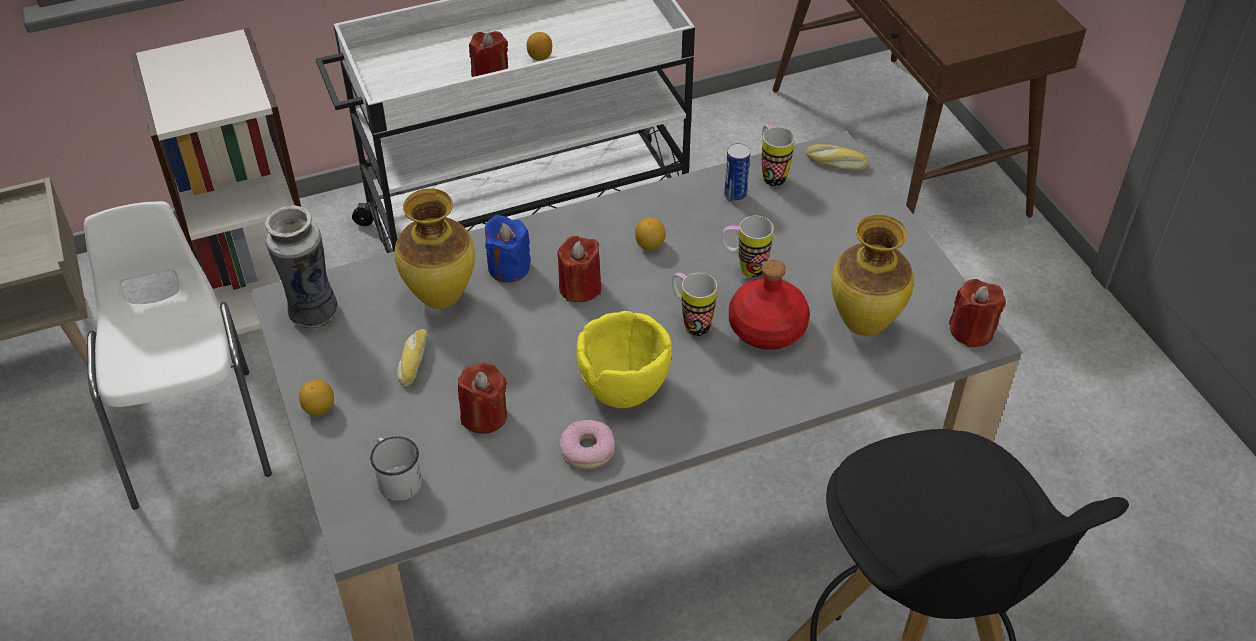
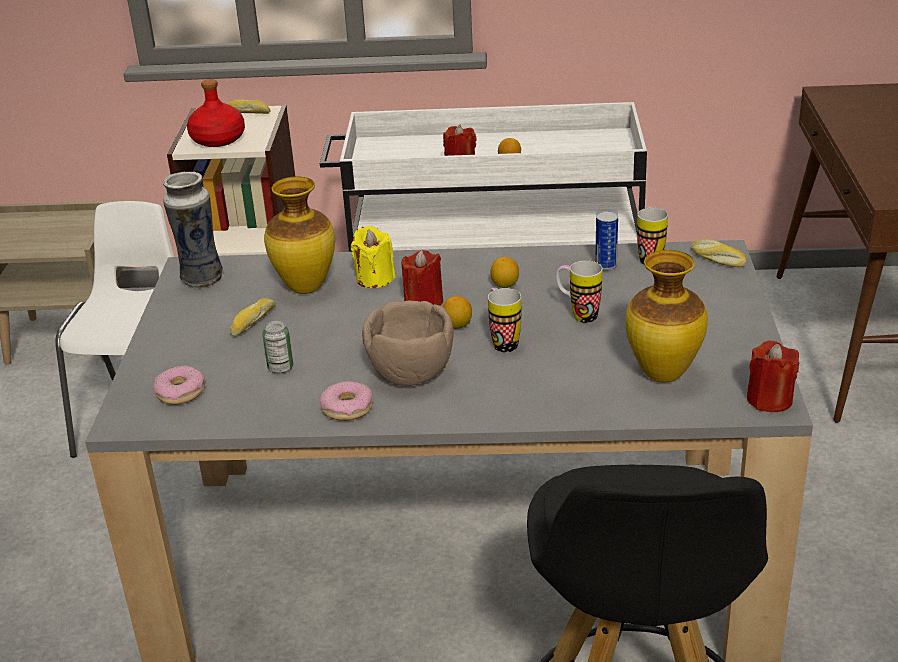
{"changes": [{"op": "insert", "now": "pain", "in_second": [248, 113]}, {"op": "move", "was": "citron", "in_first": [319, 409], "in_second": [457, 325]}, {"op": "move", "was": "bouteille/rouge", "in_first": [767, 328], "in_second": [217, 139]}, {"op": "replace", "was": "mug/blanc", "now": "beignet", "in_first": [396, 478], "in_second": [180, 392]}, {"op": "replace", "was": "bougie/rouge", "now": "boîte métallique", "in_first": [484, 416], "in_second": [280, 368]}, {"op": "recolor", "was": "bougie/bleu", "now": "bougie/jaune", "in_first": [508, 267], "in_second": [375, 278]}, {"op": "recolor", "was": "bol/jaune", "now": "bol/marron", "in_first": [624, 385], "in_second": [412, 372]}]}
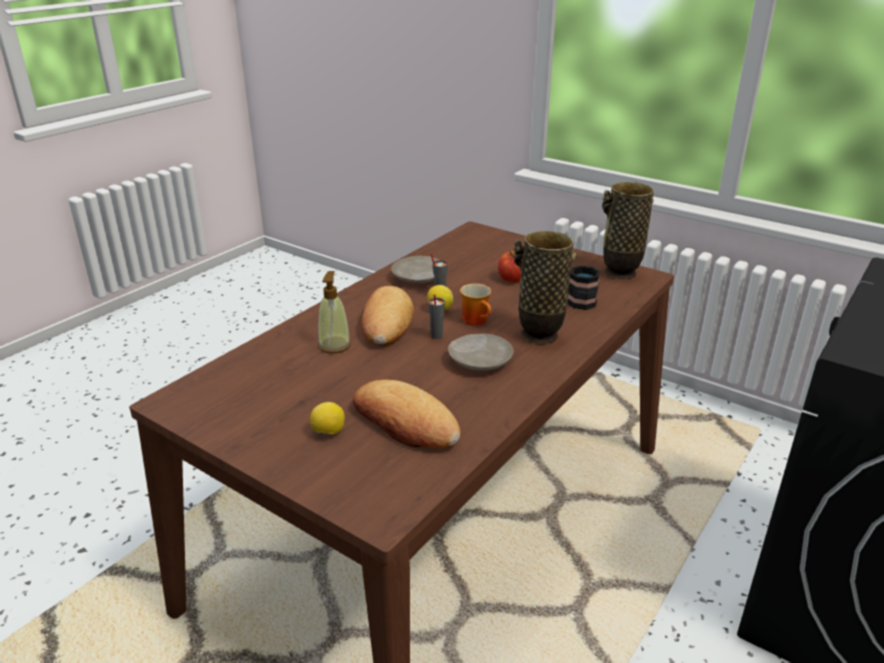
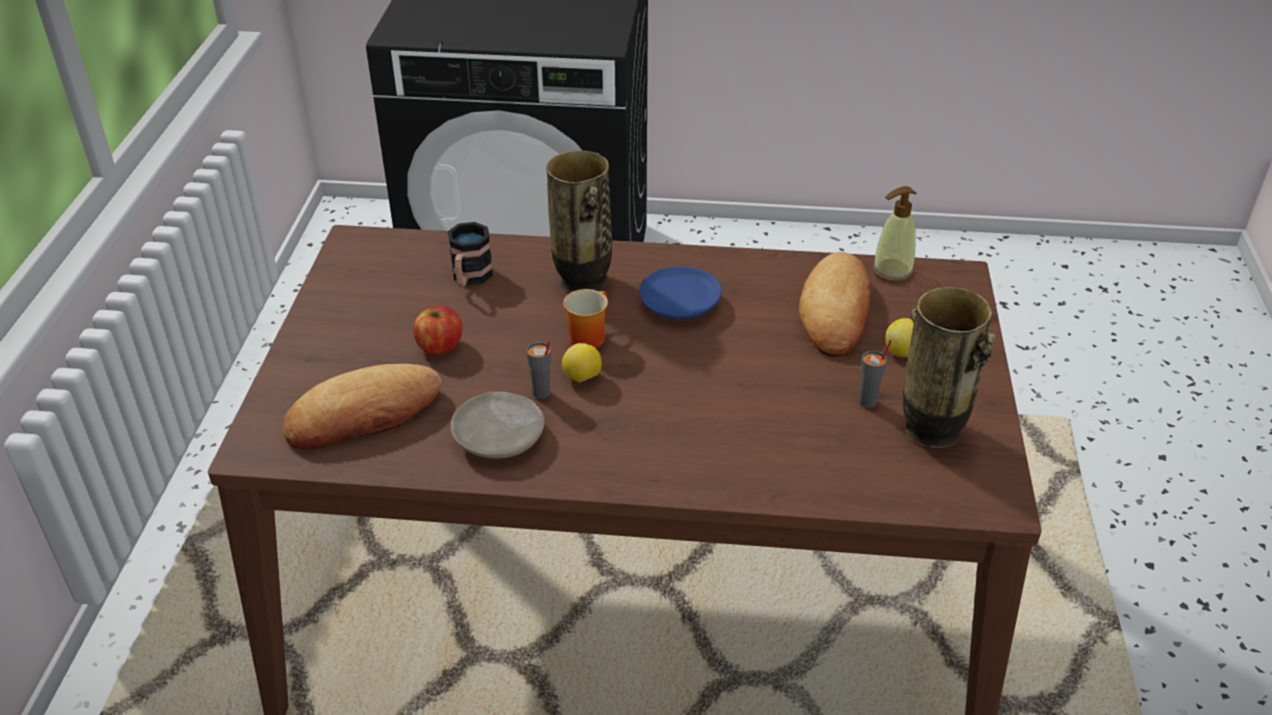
{"changes": [{"op": "move", "was": "distributeur de savon", "in_first": [334, 345], "in_second": [892, 271]}, {"op": "move", "was": "pain", "in_first": [386, 322], "in_second": [363, 415]}, {"op": "move", "was": "tasse/gris", "in_first": [436, 336], "in_second": [868, 401]}, {"op": "move", "was": "vase", "in_first": [620, 273], "in_second": [932, 431]}, {"op": "recolor", "was": "assiette/beige", "now": "assiette/bleu", "in_first": [480, 361], "in_second": [679, 304]}]}
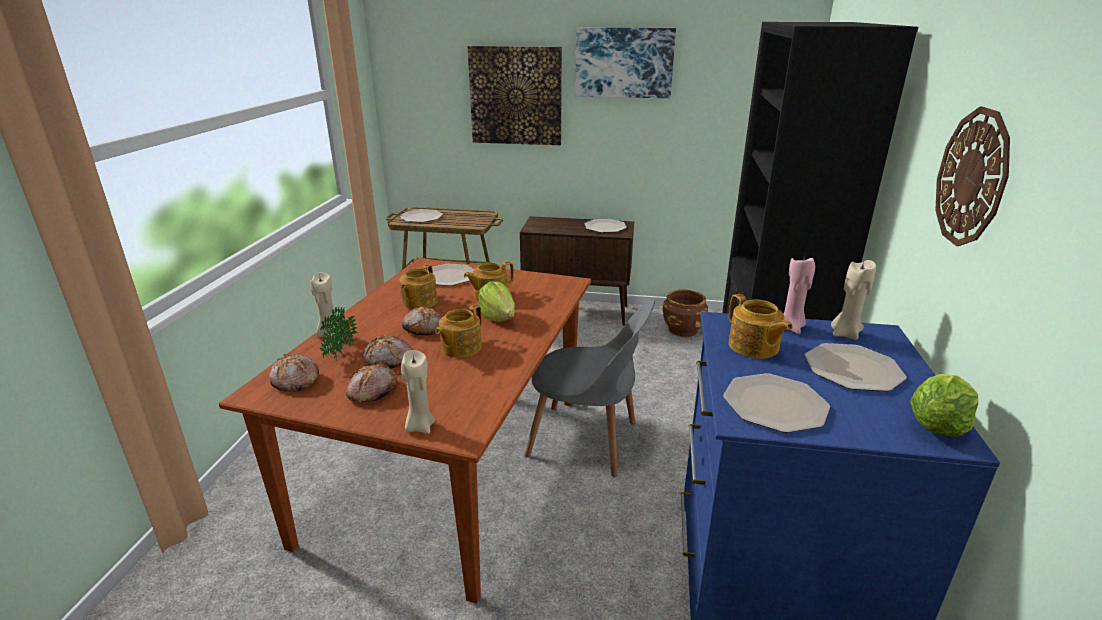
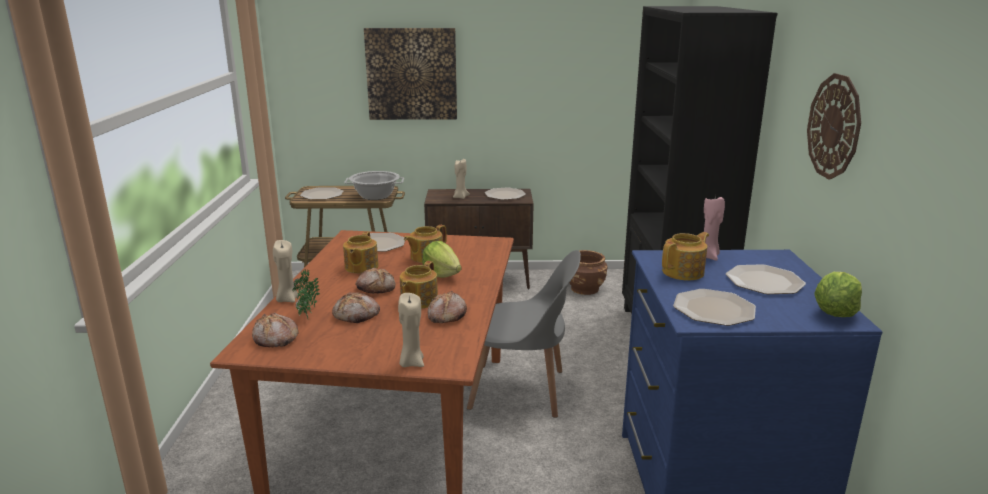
{"changes": [{"op": "delete", "was": "tableau", "in_first": [624, 62]}, {"op": "insert", "now": "marmite", "in_second": [375, 196]}, {"op": "move", "was": "pain", "in_first": [372, 391], "in_second": [446, 315]}, {"op": "move", "was": "bougie/beige", "in_first": [845, 334], "in_second": [460, 197]}, {"op": "rotate", "was": "théière", "in_first": [753, 347], "in_second": [684, 272], "clockwise": -90}]}
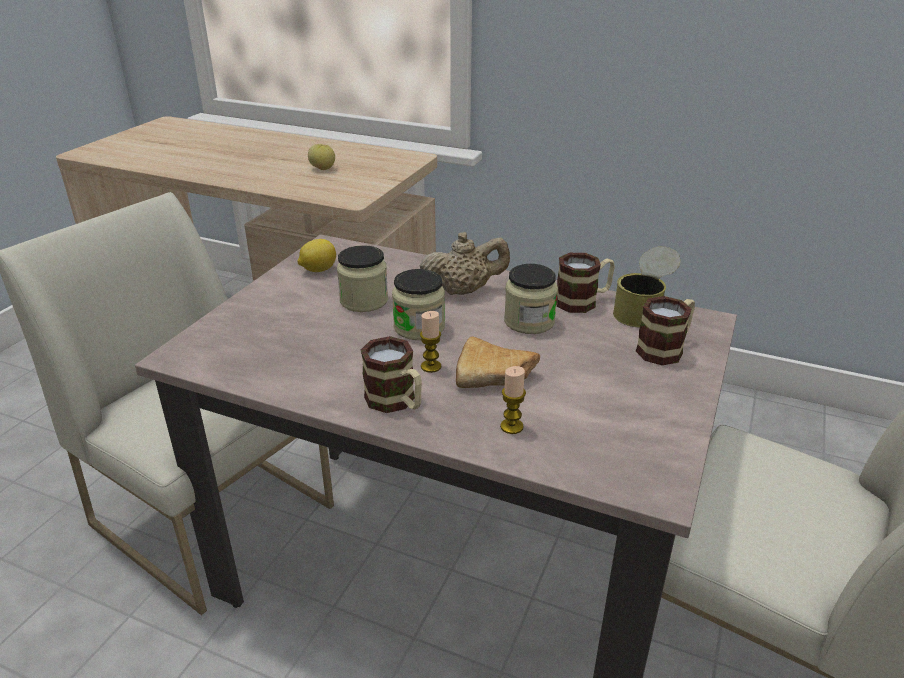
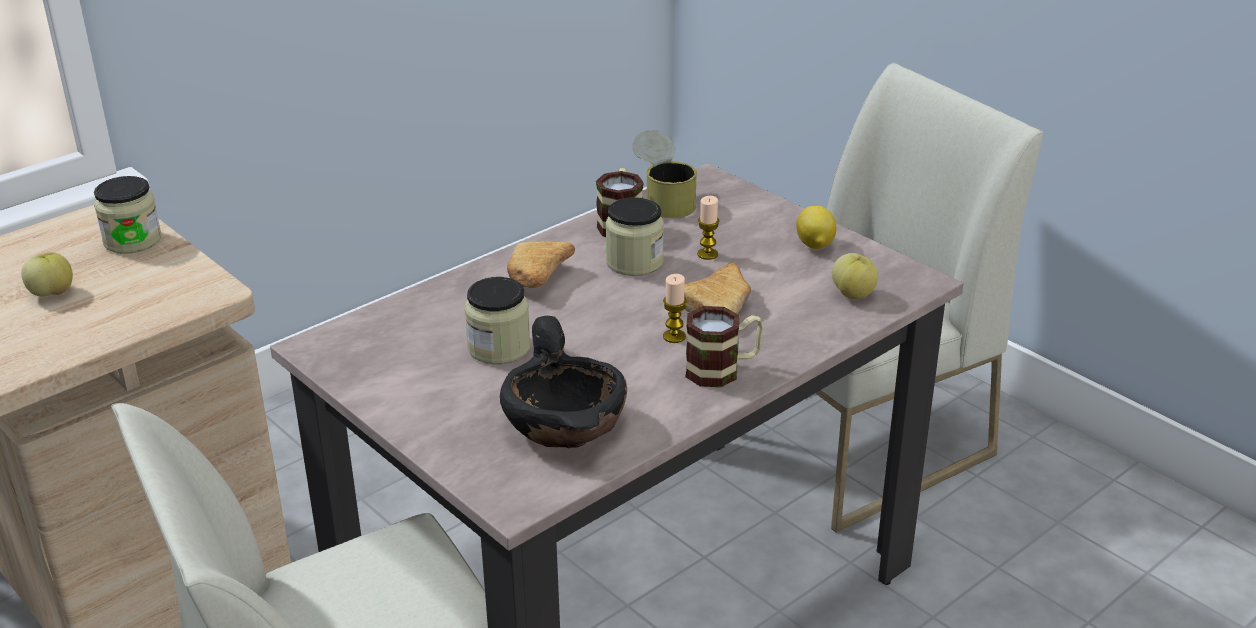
{"changes": [{"op": "delete", "was": "mug", "in_first": [665, 348]}, {"op": "insert", "now": "bol/noir", "in_second": [565, 425]}, {"op": "insert", "now": "pomme", "in_second": [853, 294]}, {"op": "move", "was": "citron", "in_first": [318, 270], "in_second": [814, 245]}, {"op": "move", "was": "bocal", "in_first": [419, 327], "in_second": [132, 240]}, {"op": "move", "was": "bougie", "in_first": [511, 426], "in_second": [707, 254]}, {"op": "replace", "was": "théière/beige", "now": "pain", "in_first": [464, 290], "in_second": [536, 280]}]}
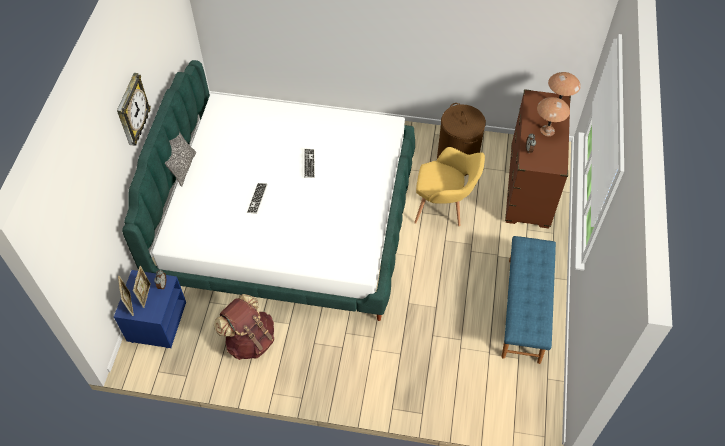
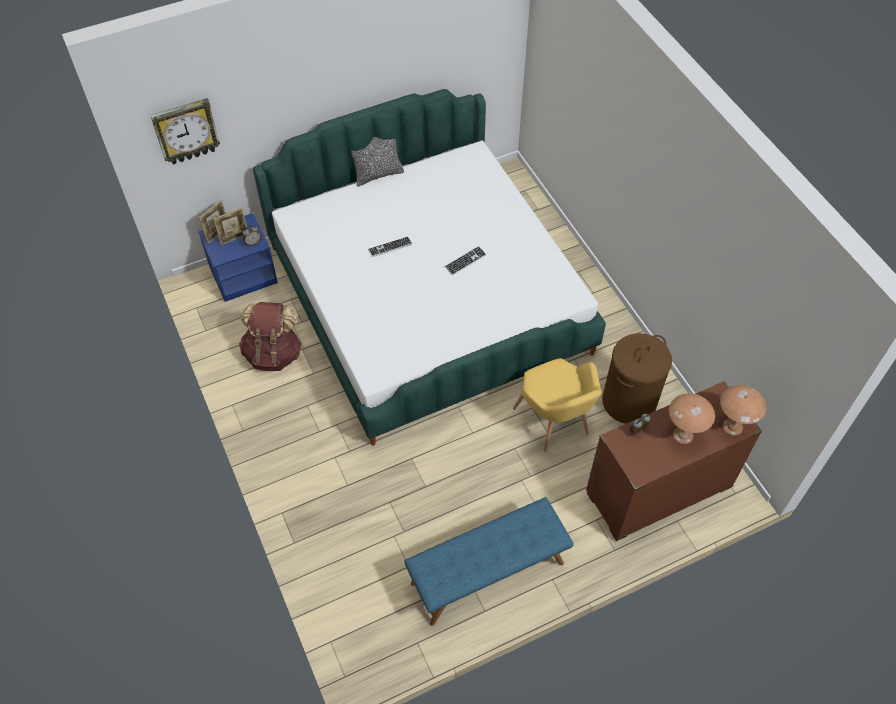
{"changes": [{"op": "move", "was": "horloge murale", "in_first": [132, 111], "in_second": [186, 131]}]}
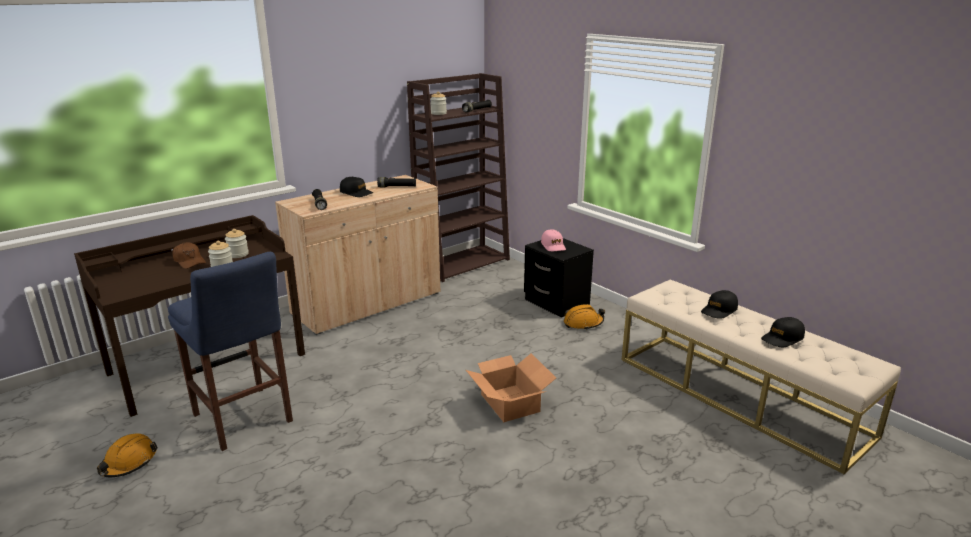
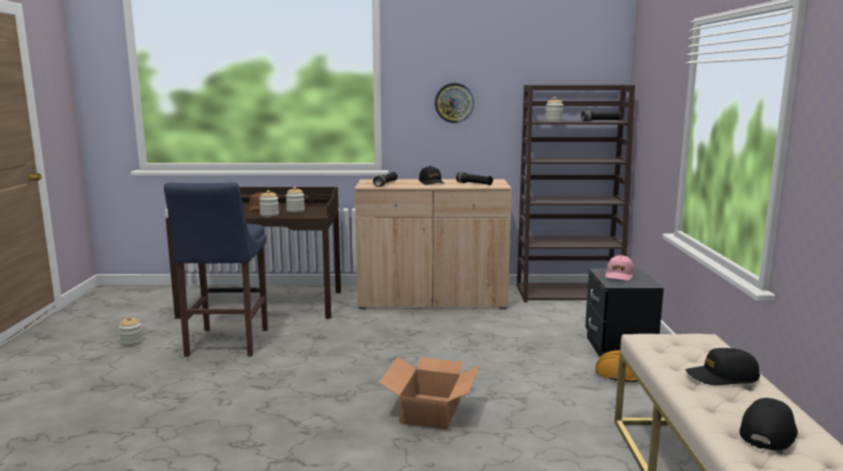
{"changes": [{"op": "insert", "now": "horloge murale", "in_second": [454, 103]}, {"op": "replace", "was": "casque de chantier/orange", "now": "bocal", "in_first": [128, 463], "in_second": [131, 342]}, {"op": "rotate", "was": "casquette/noir", "in_first": [782, 338], "in_second": [768, 432], "clockwise": 120}]}
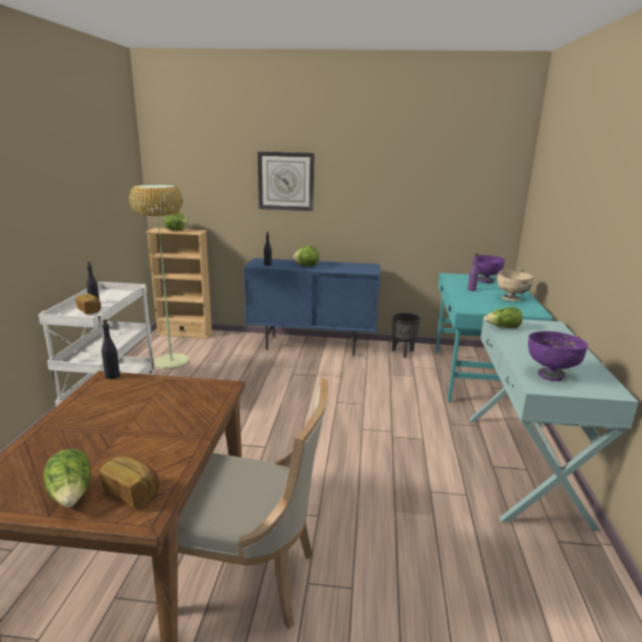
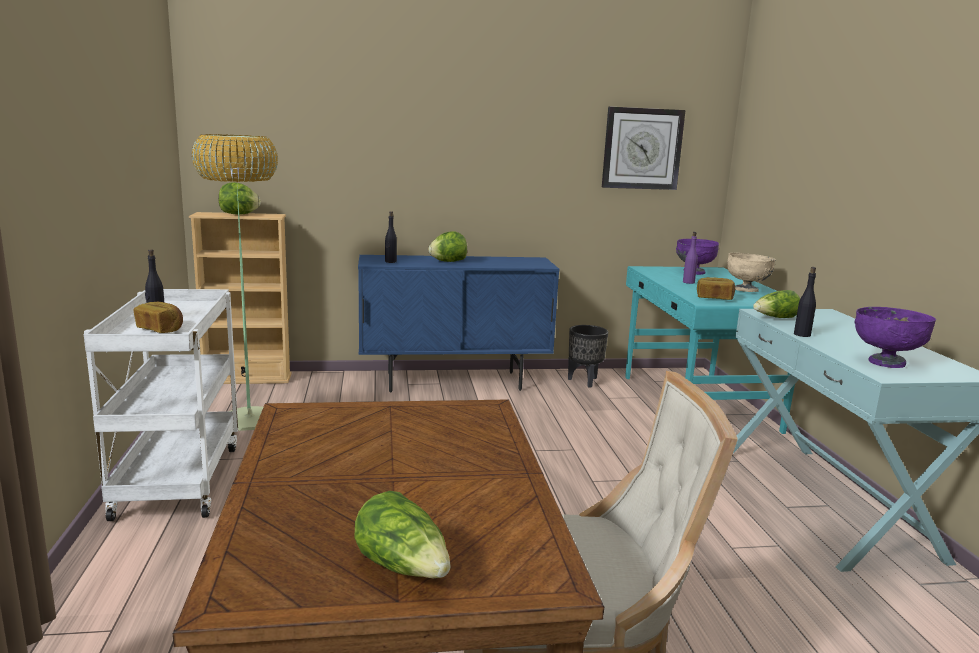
{"changes": [{"op": "move", "was": "pain", "in_first": [132, 491], "in_second": [714, 298]}, {"op": "move", "was": "bouteille/noir", "in_first": [112, 376], "in_second": [802, 334]}, {"op": "move", "was": "horloge murale", "in_first": [286, 181], "in_second": [642, 148]}]}
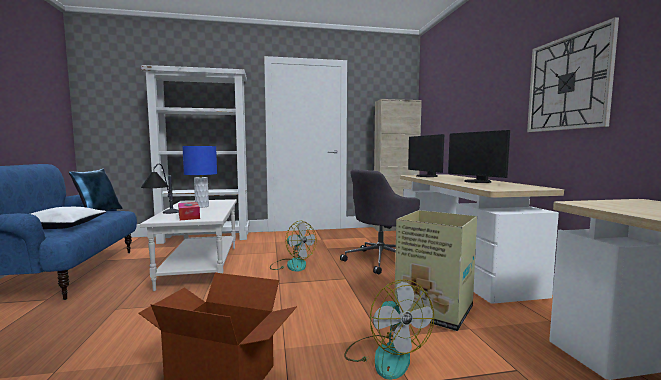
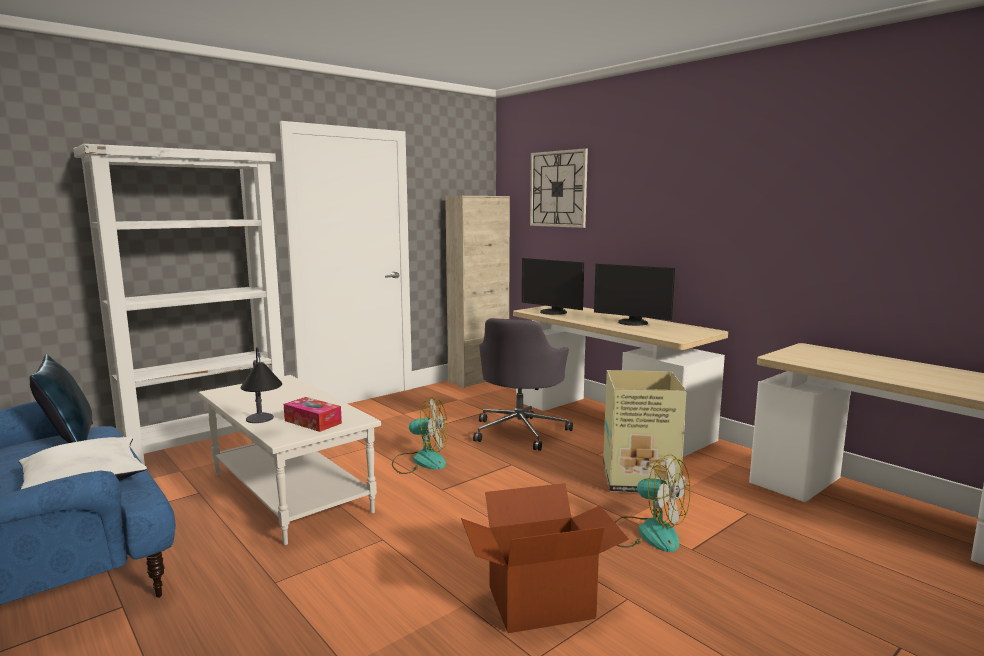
{"changes": [{"op": "delete", "was": "lampe de table/bleu", "in_first": [202, 206]}, {"op": "move", "was": "horloge murale", "in_first": [568, 83], "in_second": [558, 189]}]}
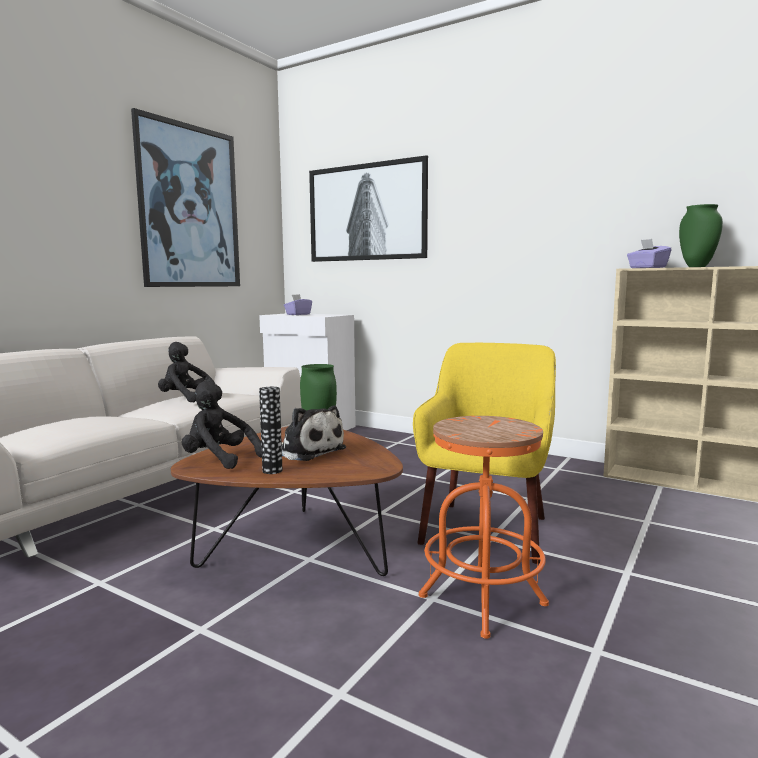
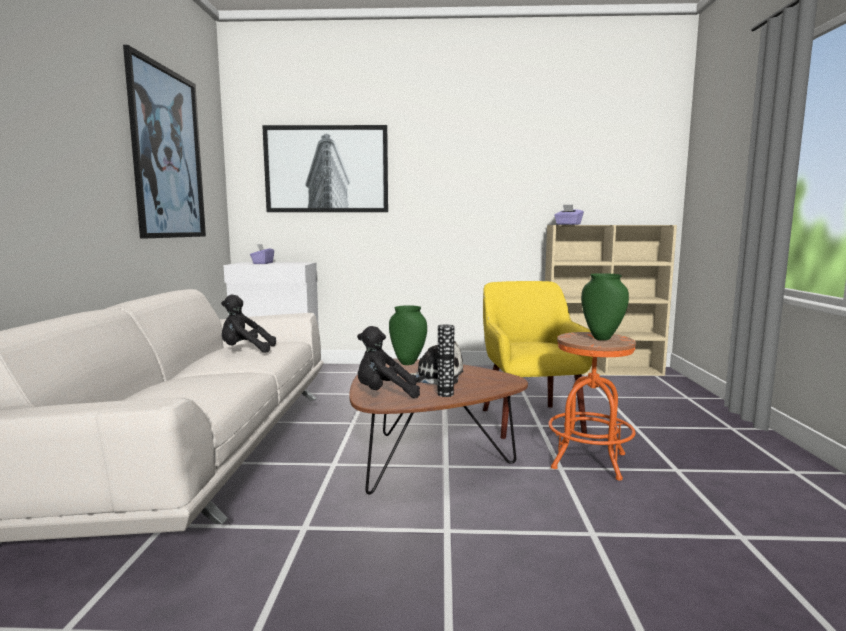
{"changes": [{"op": "move", "was": "vase/vert", "in_first": [697, 267], "in_second": [602, 338]}]}
